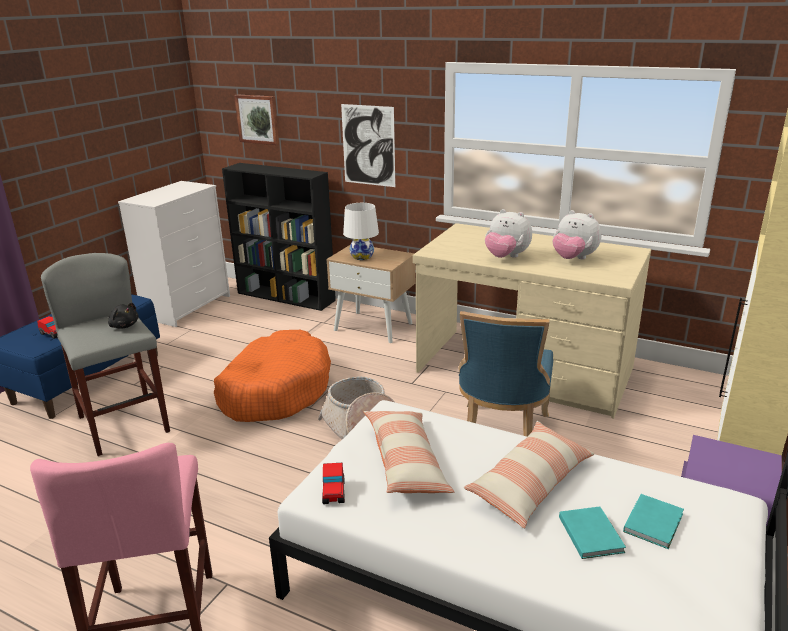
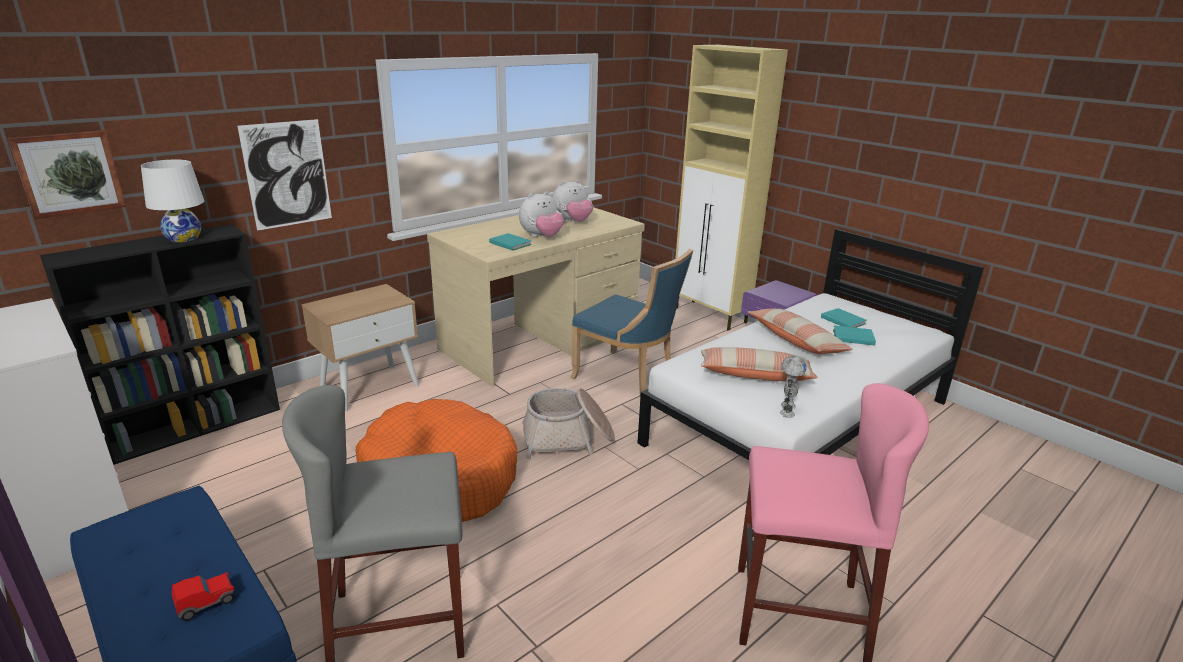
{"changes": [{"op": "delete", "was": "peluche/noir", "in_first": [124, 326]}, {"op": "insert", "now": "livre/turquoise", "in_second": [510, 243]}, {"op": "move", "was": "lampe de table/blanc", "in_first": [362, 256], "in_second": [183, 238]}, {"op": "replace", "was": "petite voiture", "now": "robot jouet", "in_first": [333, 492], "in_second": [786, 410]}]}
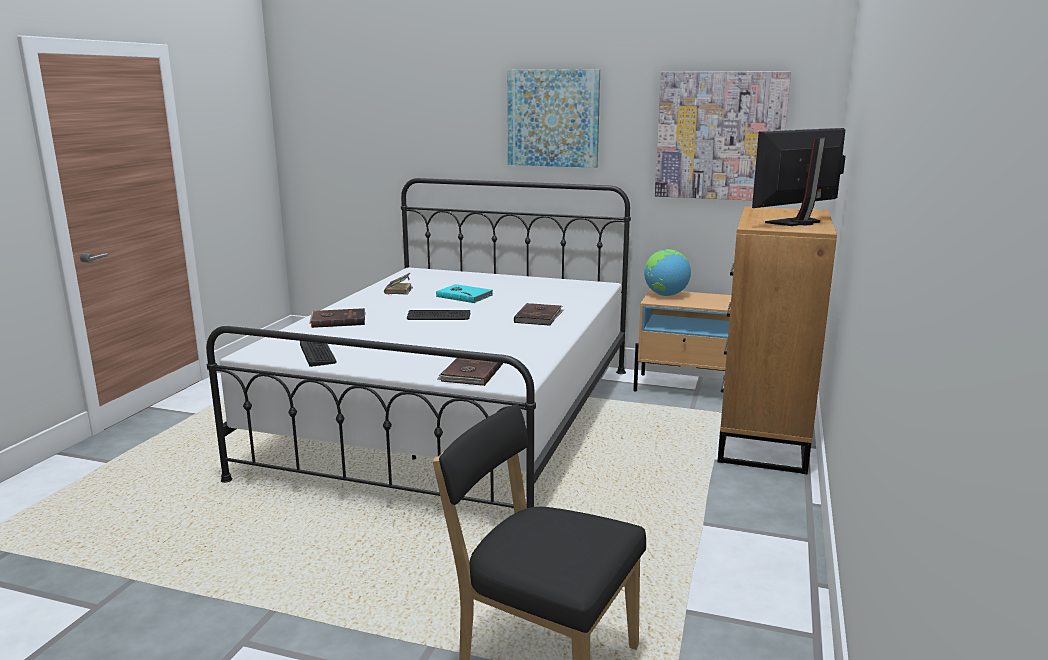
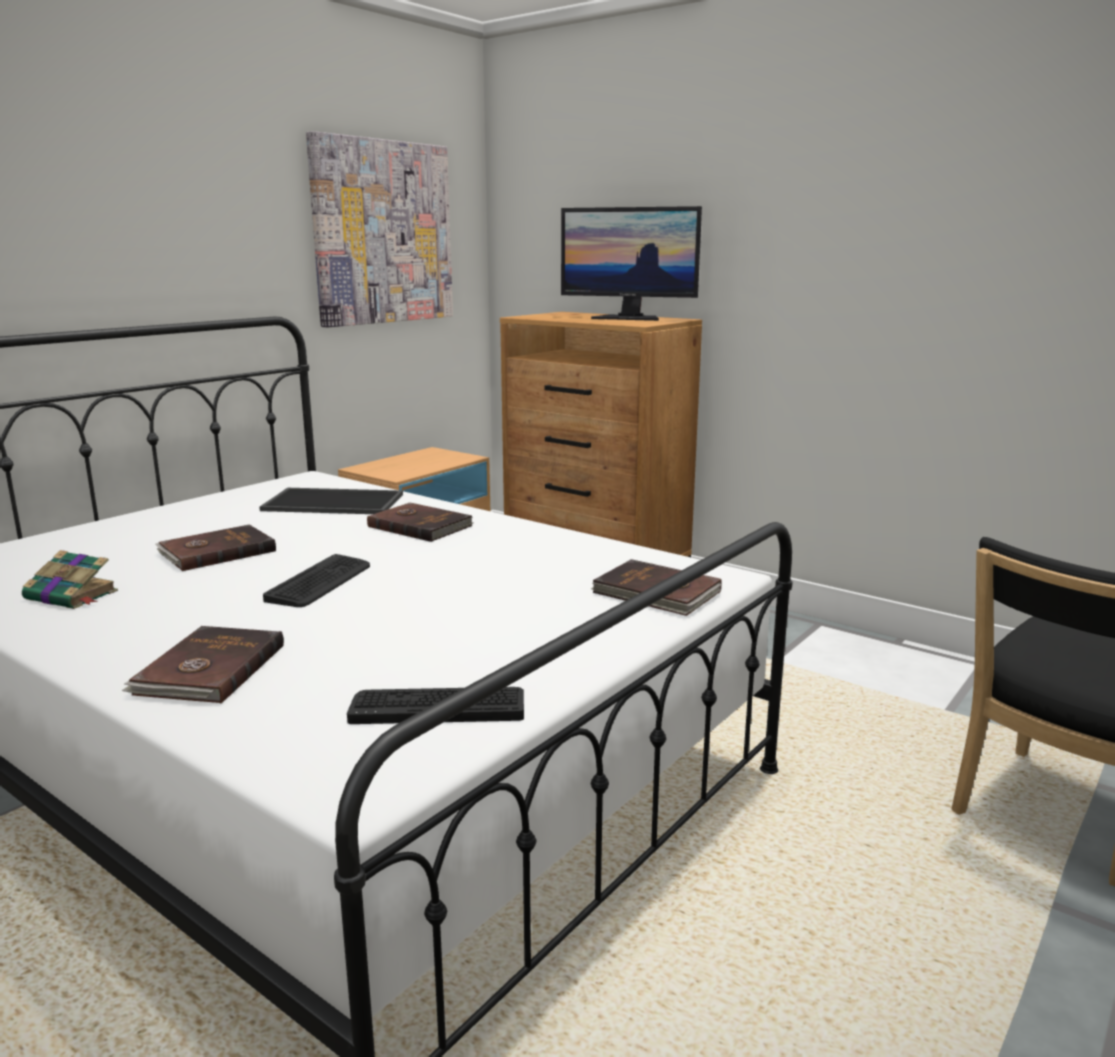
{"changes": [{"op": "delete", "was": "tableau", "in_first": [553, 118]}, {"op": "delete", "was": "globe", "in_first": [665, 295]}, {"op": "insert", "now": "plateau", "in_second": [335, 502]}, {"op": "recolor", "was": "livre/turquoise", "now": "livre/marron", "in_first": [464, 296], "in_second": [216, 552]}, {"op": "rotate", "was": "écran d'ordinateur", "in_first": [797, 222], "in_second": [628, 318], "clockwise": -60}]}
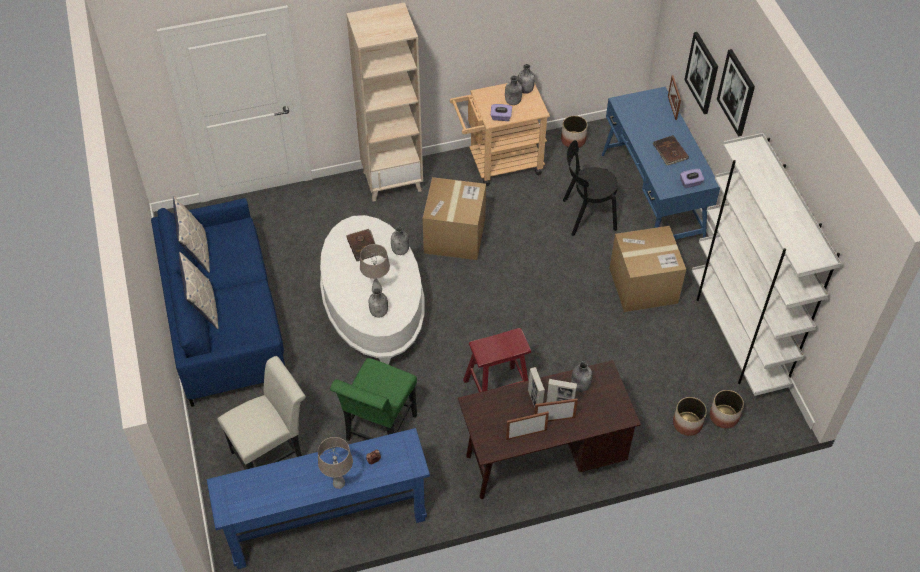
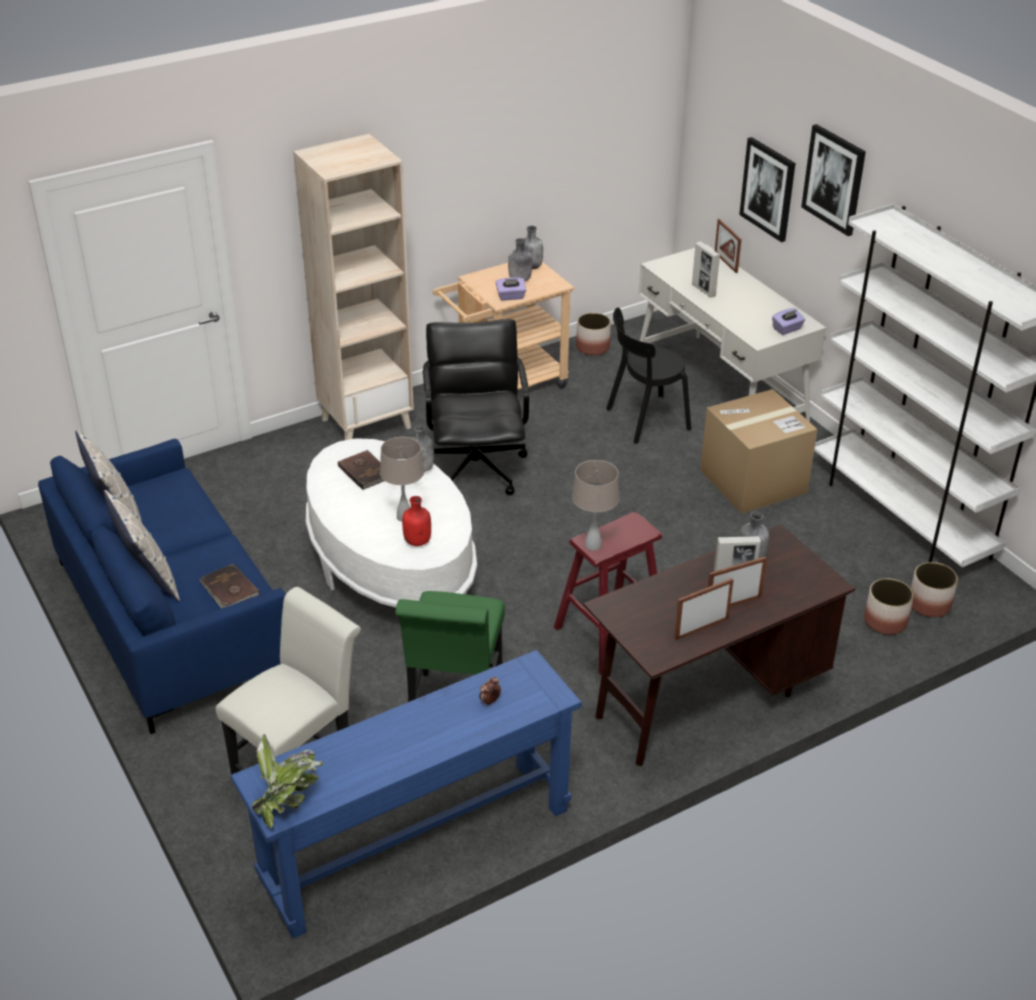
{"changes": [{"op": "insert", "now": "plante en pot", "in_second": [288, 801]}, {"op": "move", "was": "lampe de table/beige", "in_first": [339, 483], "in_second": [593, 545]}, {"op": "move", "was": "cadre photo", "in_first": [535, 401], "in_second": [703, 290]}, {"op": "move", "was": "livre/marron", "in_first": [670, 152], "in_second": [229, 590]}, {"op": "replace", "was": "carton", "now": "chaise de bureau/noir", "in_first": [454, 236], "in_second": [476, 468]}, {"op": "recolor", "was": "bouteille/gris", "now": "bouteille/rouge", "in_first": [379, 312], "in_second": [418, 541]}, {"op": "recolor", "was": "bureau/bleu", "now": "bureau/blanc", "in_first": [652, 196], "in_second": [720, 389]}]}
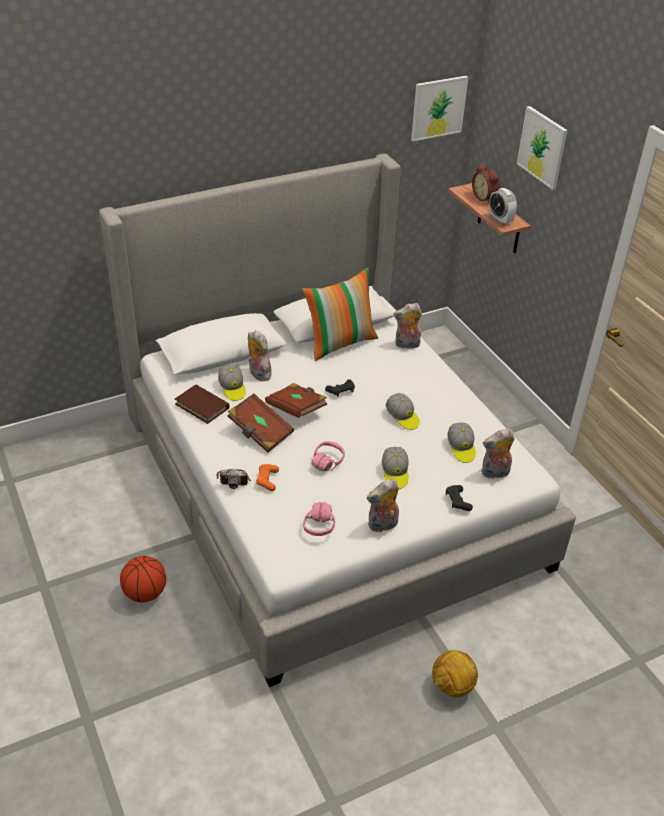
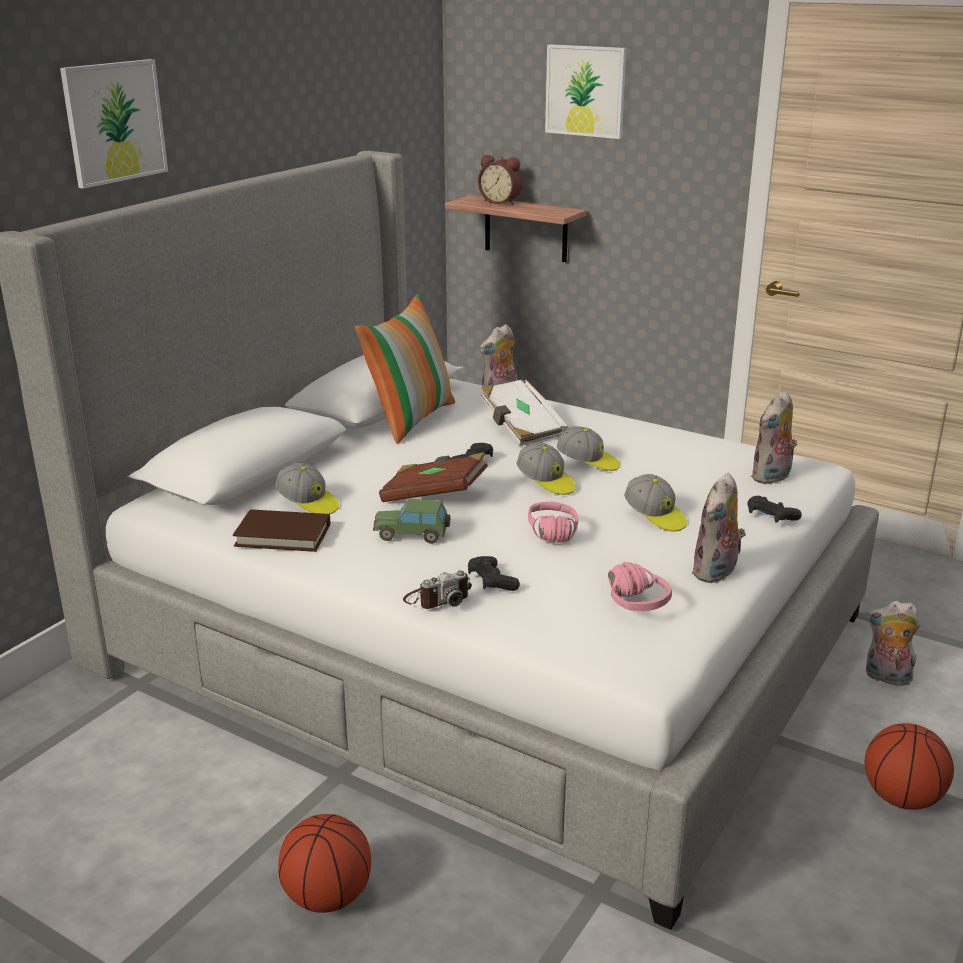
{"changes": [{"op": "delete", "was": "réveil", "in_first": [500, 220]}, {"op": "insert", "now": "livre/blanc", "in_second": [521, 428]}, {"op": "move", "was": "peluche", "in_first": [258, 374], "in_second": [886, 677]}, {"op": "move", "was": "tableau", "in_first": [438, 108], "in_second": [114, 122]}, {"op": "move", "was": "casquette", "in_first": [461, 448], "in_second": [546, 482]}, {"op": "replace", "was": "livre/marron", "now": "petite voiture", "in_first": [260, 432], "in_second": [412, 535]}, {"op": "replace", "was": "ballon de foot", "now": "ballon de basket", "in_first": [452, 687], "in_second": [901, 798]}, {"op": "recolor", "was": "manette/orange", "now": "manette/noir", "in_first": [267, 480], "in_second": [491, 581]}]}
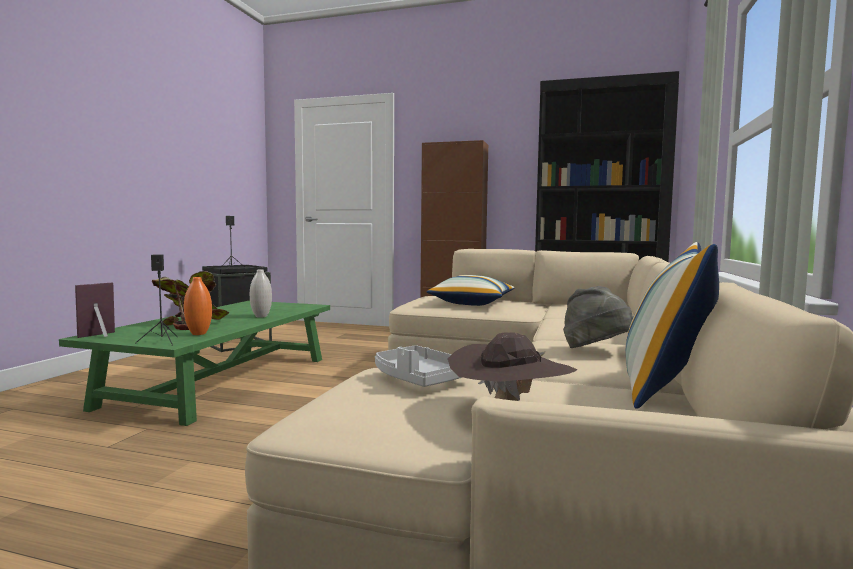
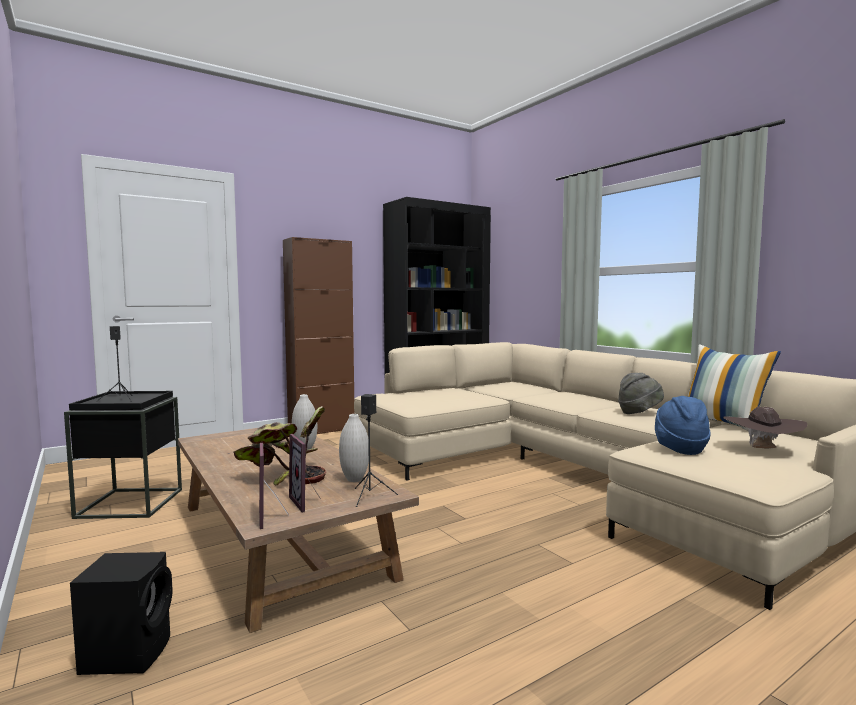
{"changes": [{"op": "delete", "was": "coussin", "in_first": [472, 303]}, {"op": "insert", "now": "enceinte/noir", "in_second": [129, 652]}, {"op": "insert", "now": "cadre photo", "in_second": [308, 502]}, {"op": "replace", "was": "plateau/gris", "now": "chapeau/bleu", "in_first": [419, 379], "in_second": [679, 449]}, {"op": "recolor", "was": "table basse/vert", "now": "table basse/marron", "in_first": [224, 381], "in_second": [282, 538]}, {"op": "recolor", "was": "vase/orange", "now": "vase/blanc", "in_first": [199, 334], "in_second": [354, 479]}]}
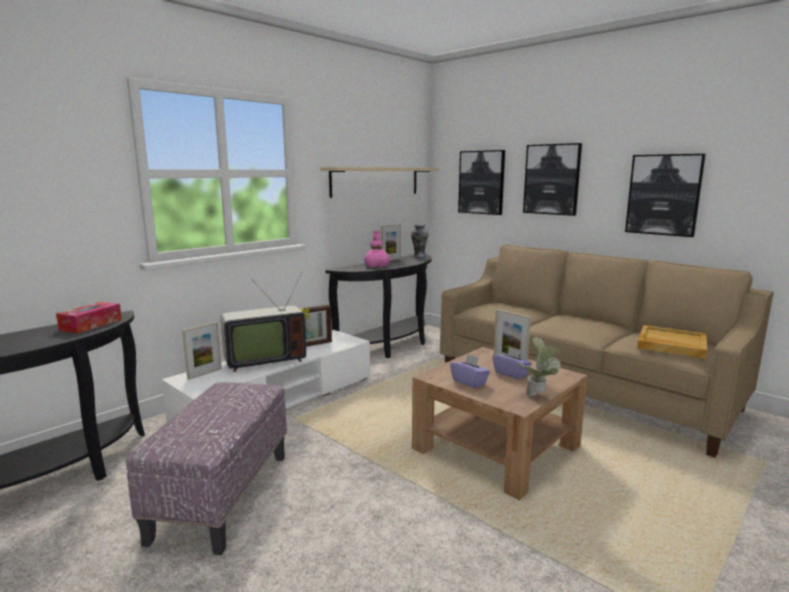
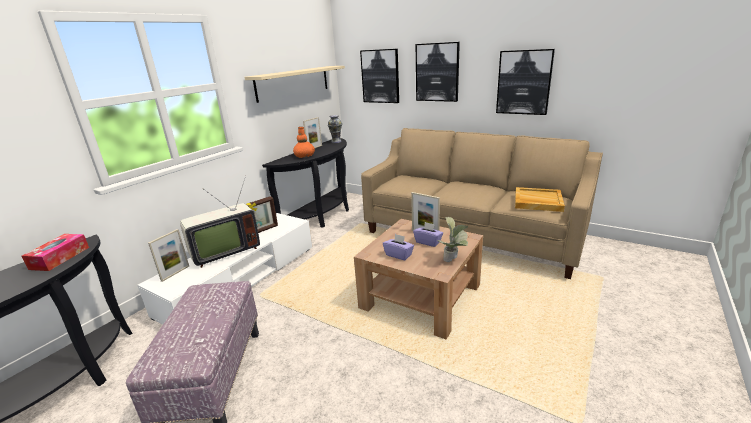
{"changes": [{"op": "recolor", "was": "vase/rose", "now": "vase/orange", "in_first": [377, 266], "in_second": [304, 156]}]}
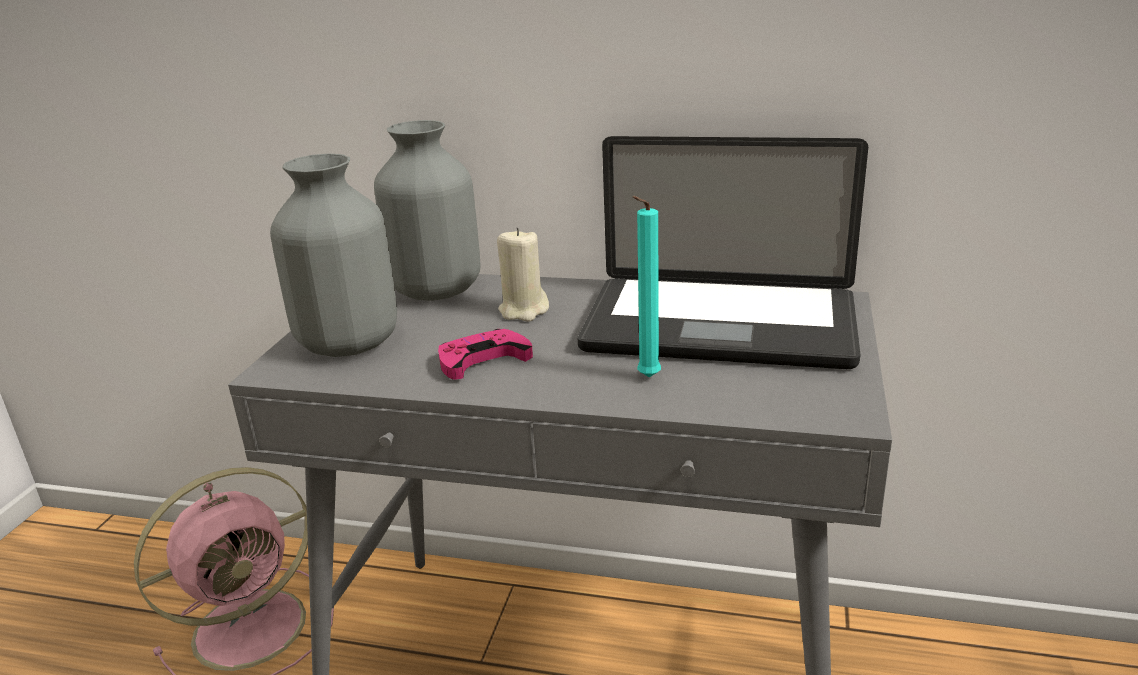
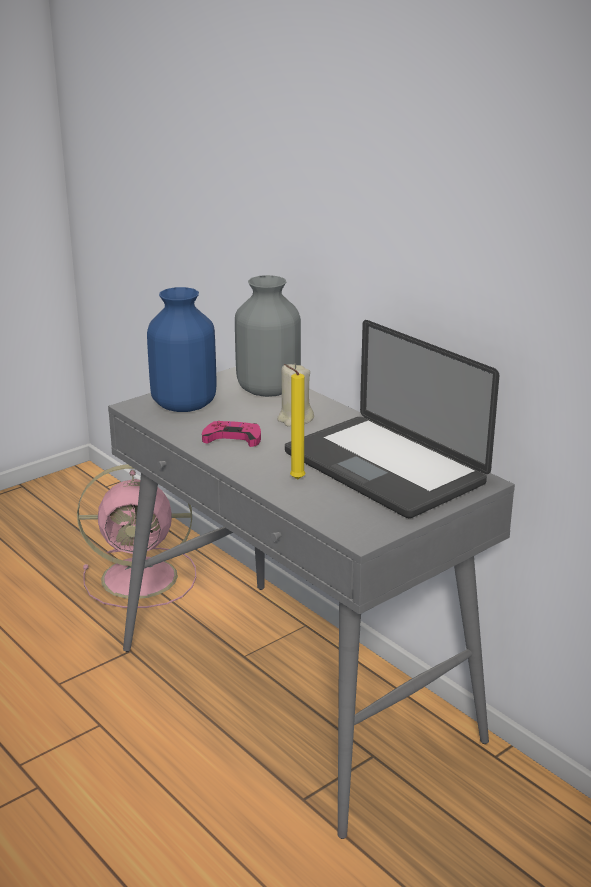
{"changes": [{"op": "recolor", "was": "vase/gris", "now": "vase/bleu", "in_first": [349, 342], "in_second": [185, 404]}, {"op": "recolor", "was": "bougie/turquoise", "now": "bougie/jaune", "in_first": [646, 378], "in_second": [295, 479]}]}
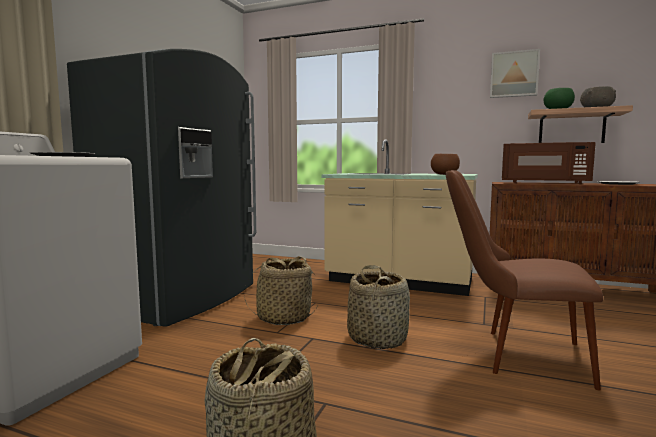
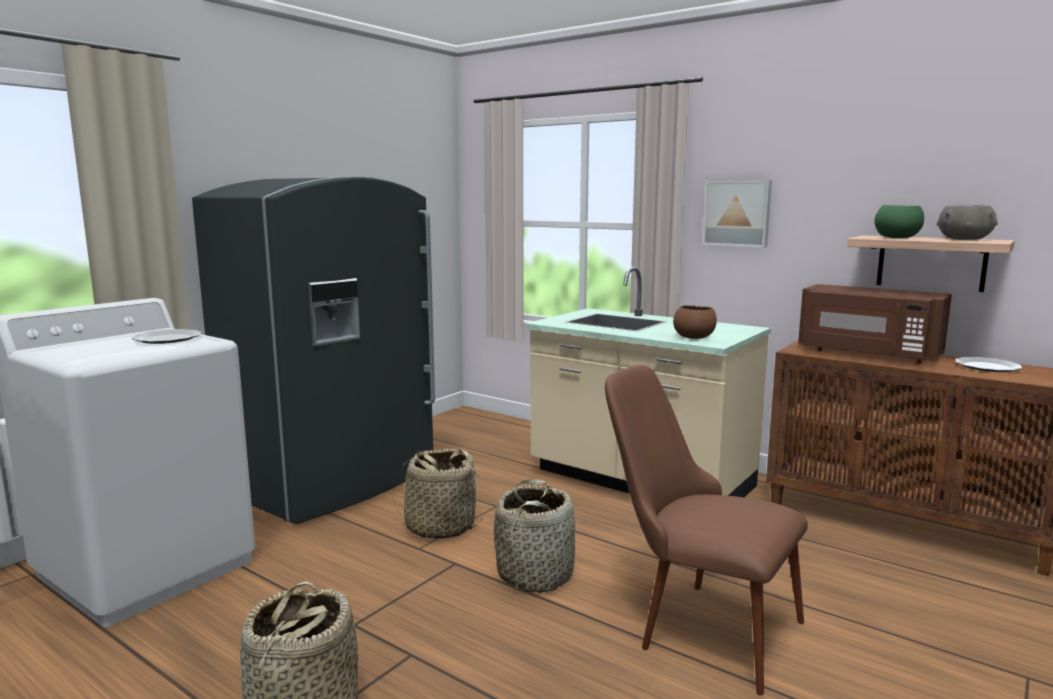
{"changes": [{"op": "move", "was": "tableau", "in_first": [514, 74], "in_second": [737, 213]}]}
